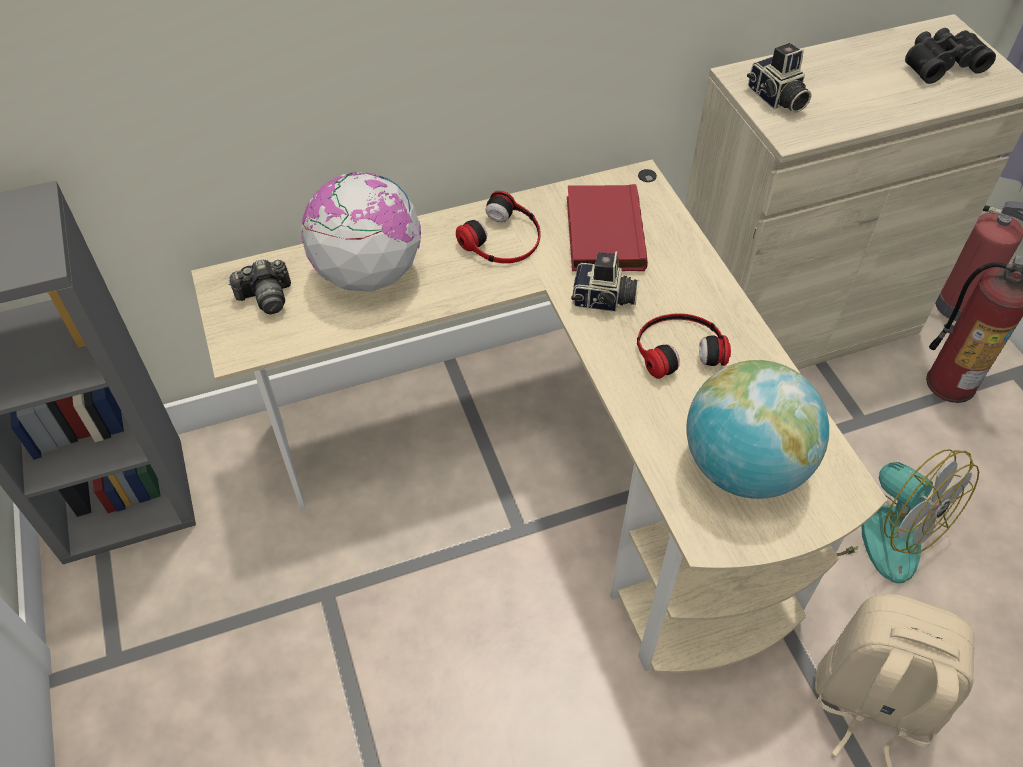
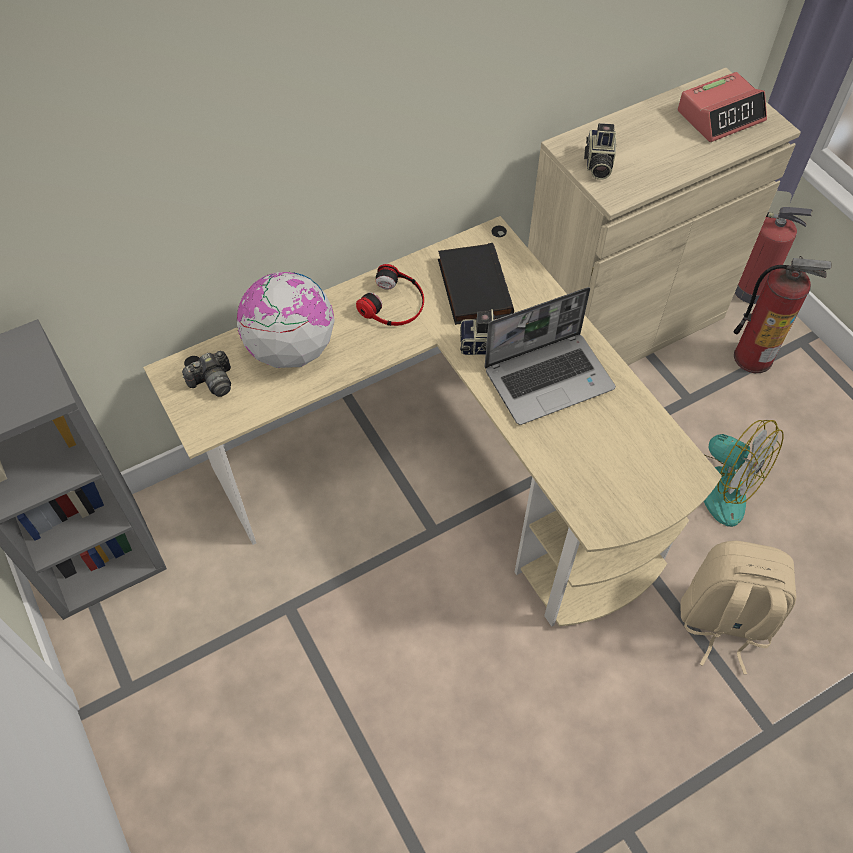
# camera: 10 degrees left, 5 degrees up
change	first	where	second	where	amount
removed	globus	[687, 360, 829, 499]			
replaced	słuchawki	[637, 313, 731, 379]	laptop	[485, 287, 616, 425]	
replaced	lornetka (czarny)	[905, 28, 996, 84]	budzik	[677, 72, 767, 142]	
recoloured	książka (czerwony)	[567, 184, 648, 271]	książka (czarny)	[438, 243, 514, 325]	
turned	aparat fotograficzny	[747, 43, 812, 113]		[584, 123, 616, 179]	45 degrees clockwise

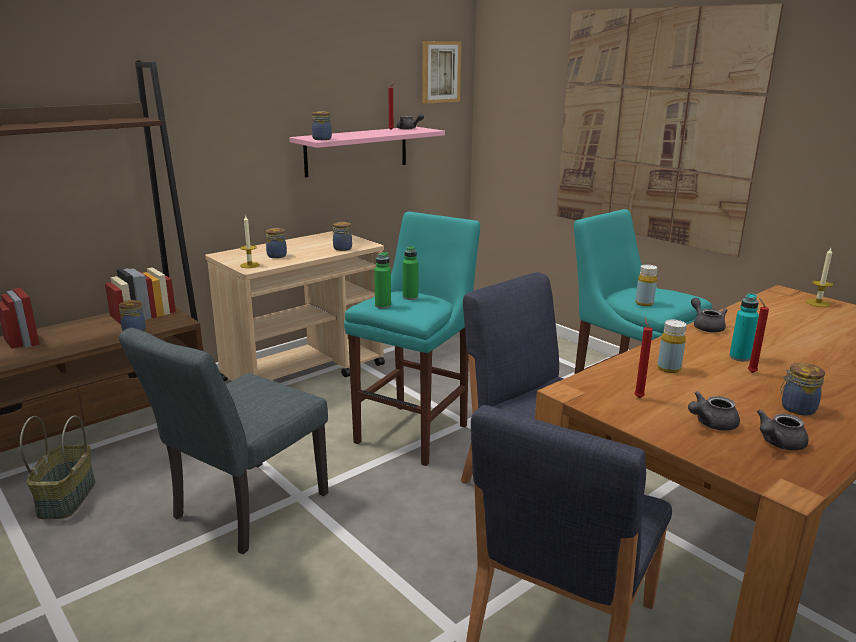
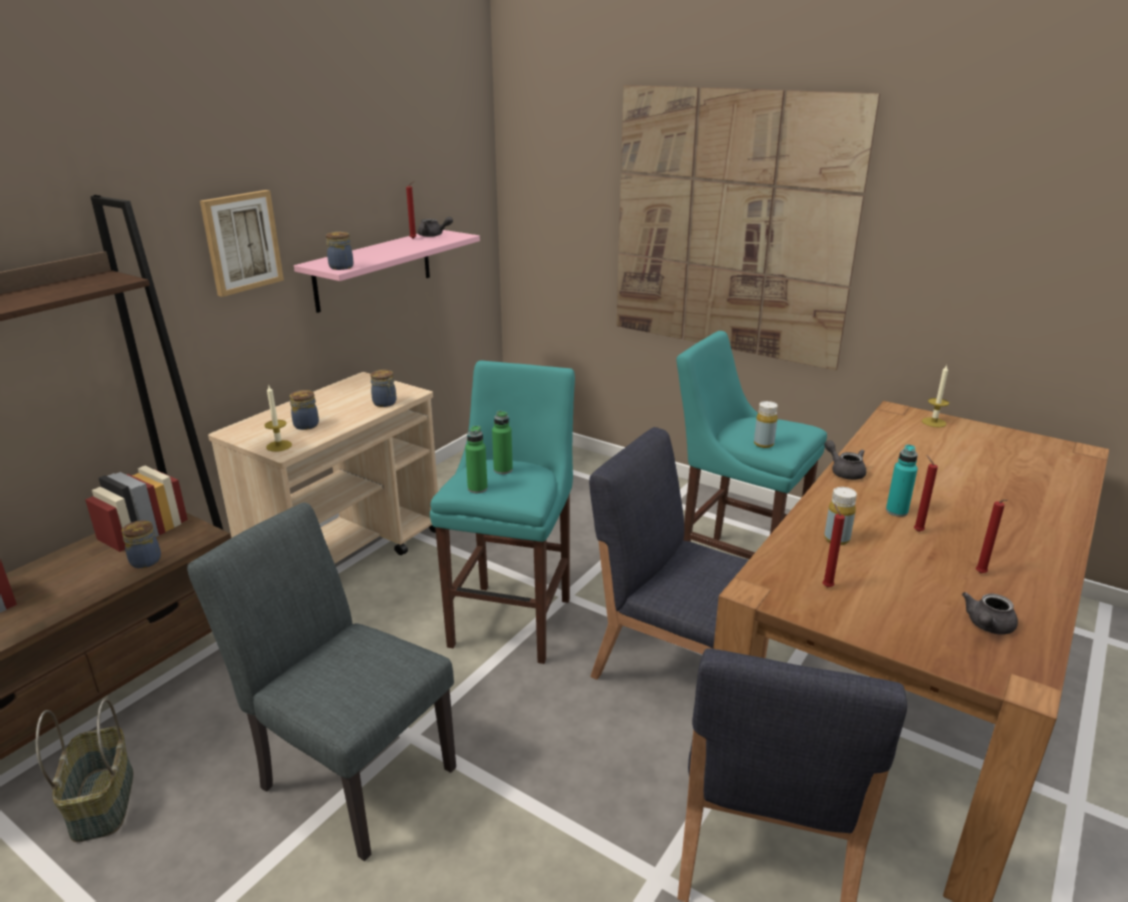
# camera: 15 degrees left, 5 degrees up
change	first	where	second	where	amount
removed	imbryk (szary)	[688, 391, 740, 431]			
moved	obraz	[422, 41, 461, 104]		[200, 190, 284, 297]	
replaced	słoik	[780, 363, 825, 416]	świeca (czerwony)	[976, 500, 1008, 573]	
turned	krzesło (szary)	[119, 328, 328, 554]		[187, 502, 456, 861]	105 degrees clockwise

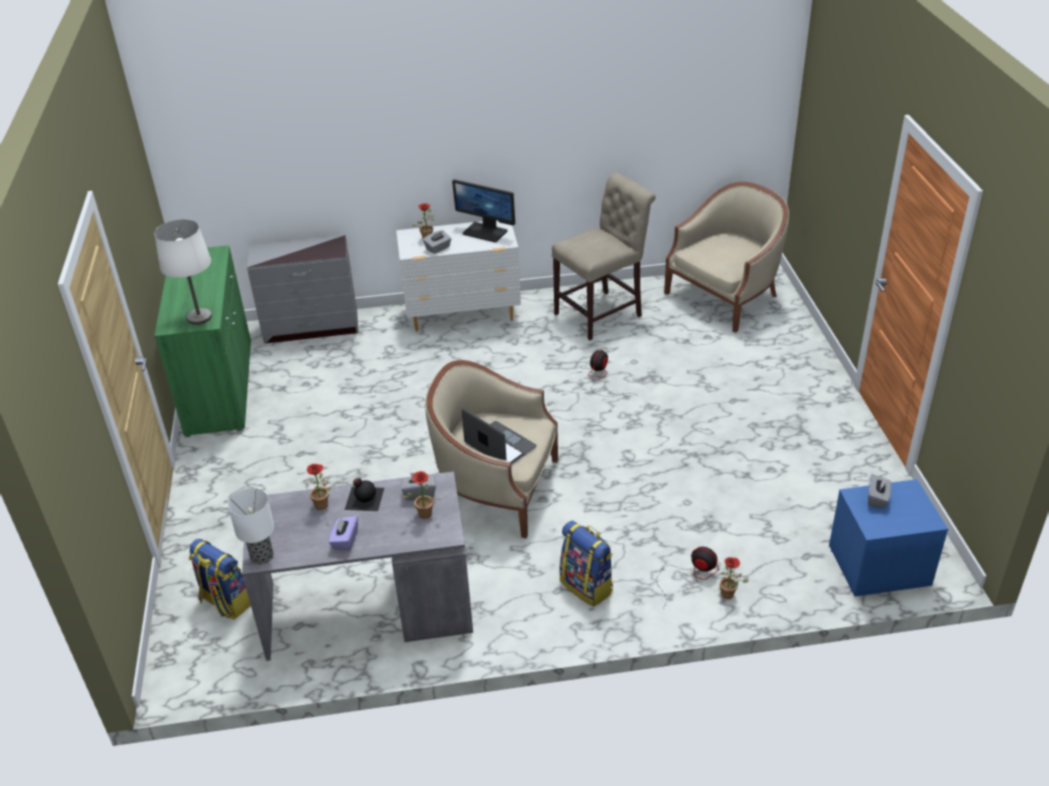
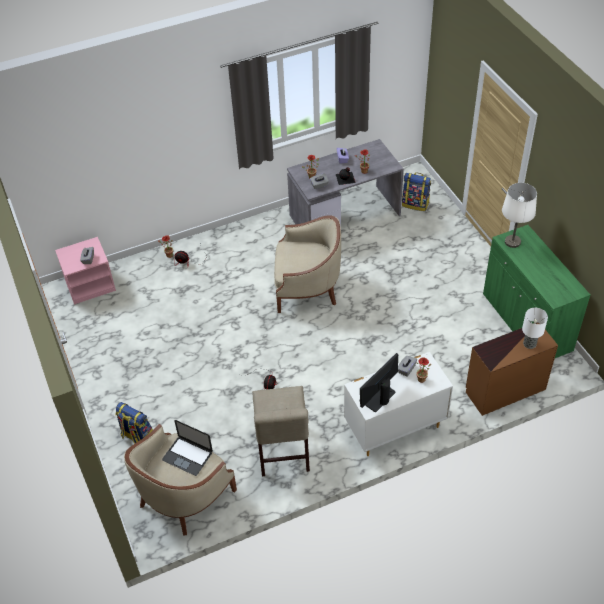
# camera: 165 degrees right, 10 degrees up
change	first	where	second	where	amount
moved	lampa stołowa	[228, 488, 274, 565]		[522, 308, 548, 349]	
moved	laptop	[462, 409, 537, 465]		[162, 420, 213, 476]	
moved	plecak	[560, 520, 613, 607]		[115, 402, 153, 444]	
recoloured	komoda (szary)	[247, 235, 359, 344]	komoda (brązowy)	[466, 322, 558, 416]	
recoloured	szafka nocna (niebieski)	[829, 479, 948, 597]	szafka nocna (różowy)	[55, 237, 116, 305]	
turned	monitor	[452, 179, 515, 242]		[360, 353, 398, 412]	60 degrees counterclockwise
turned	krzesło (beżowy)	[552, 173, 656, 340]		[252, 386, 310, 476]	45 degrees counterclockwise

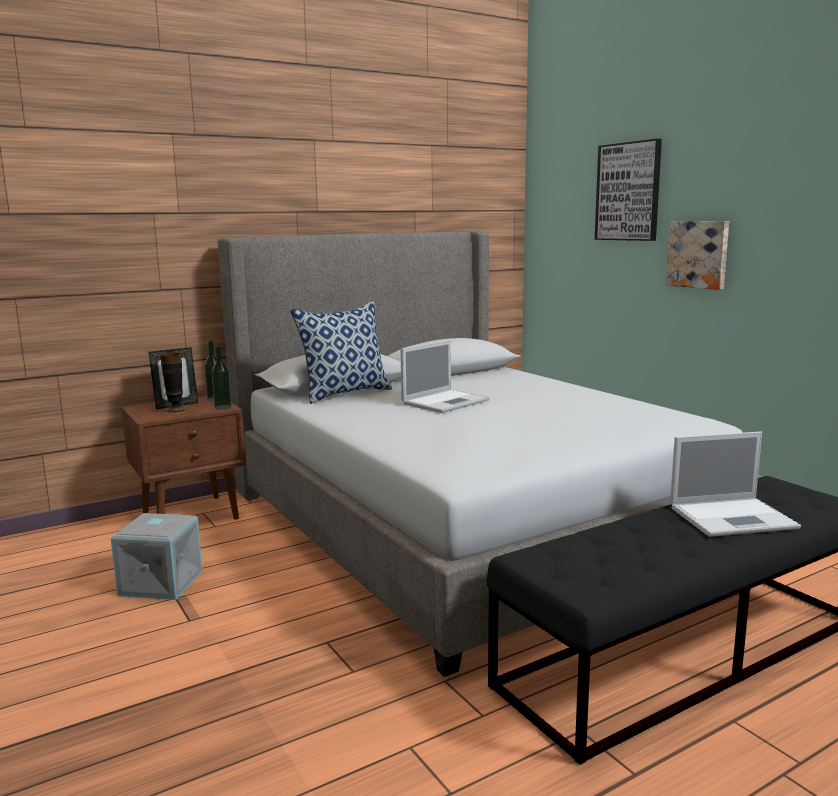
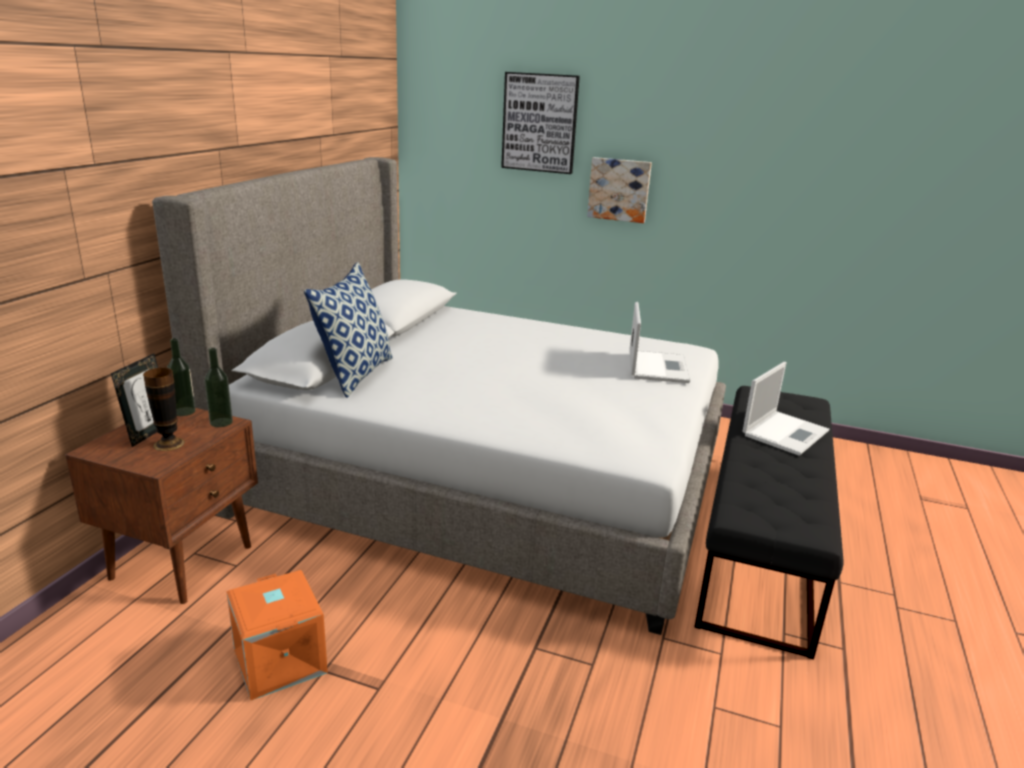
# camera: 40 degrees left, 10 degrees up
change	first	where	second	where	amount
moved	laptop	[401, 340, 489, 413]		[629, 302, 691, 383]	
recoloured	pojemnik do przechowywania (szary)	[111, 513, 203, 600]	pojemnik do przechowywania (pomarańczowy)	[226, 570, 328, 700]	

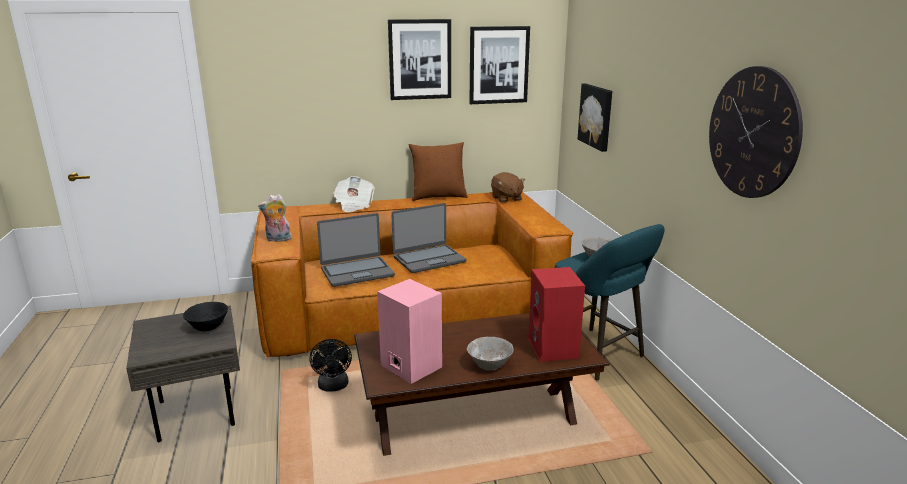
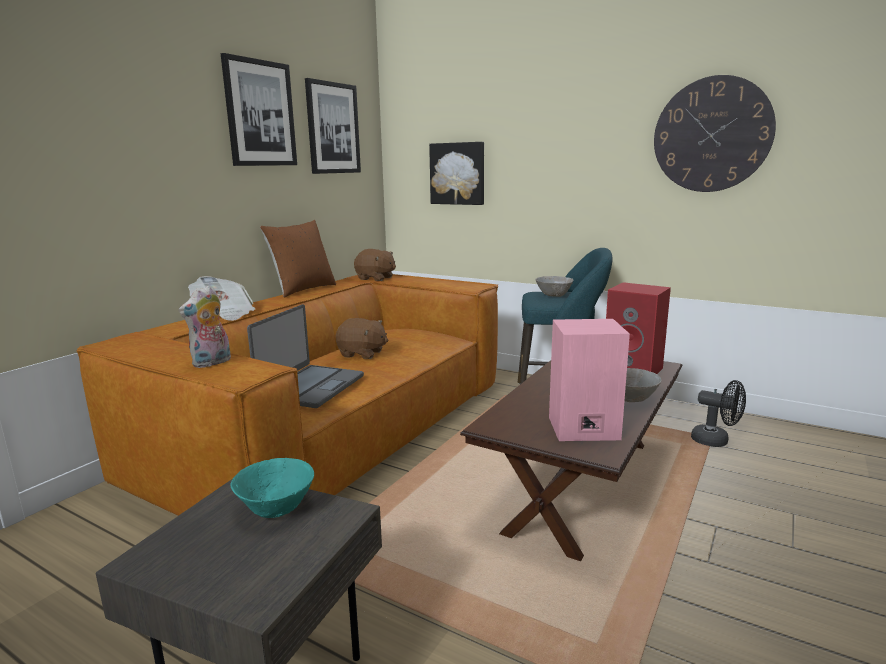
# camera: 45 degrees left, 5 degrees down
change	first	where	second	where	amount
moved	wentylator (czarny)	[309, 339, 352, 392]		[691, 380, 746, 447]	
replaced	laptop	[391, 203, 466, 273]	pluszak (brązowy)	[335, 318, 388, 359]	
recoloured	miska (czarny)	[183, 302, 228, 331]	miska (turkusowy)	[230, 458, 314, 518]	

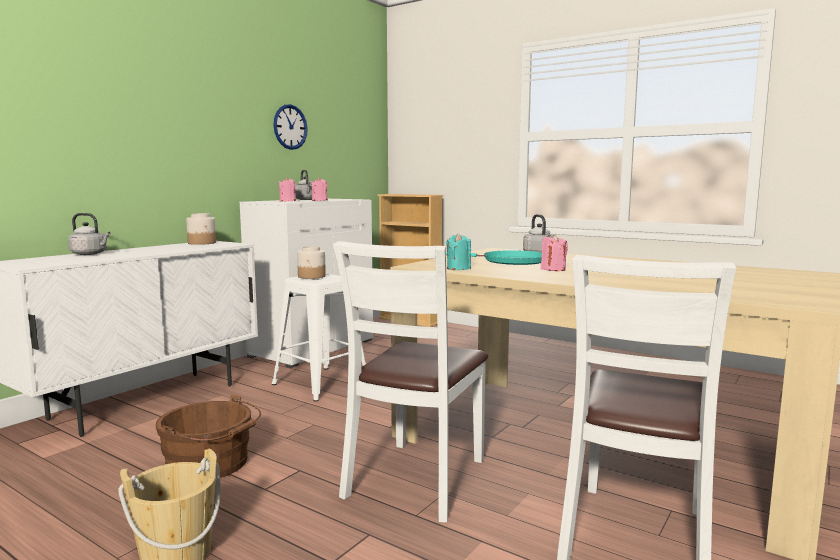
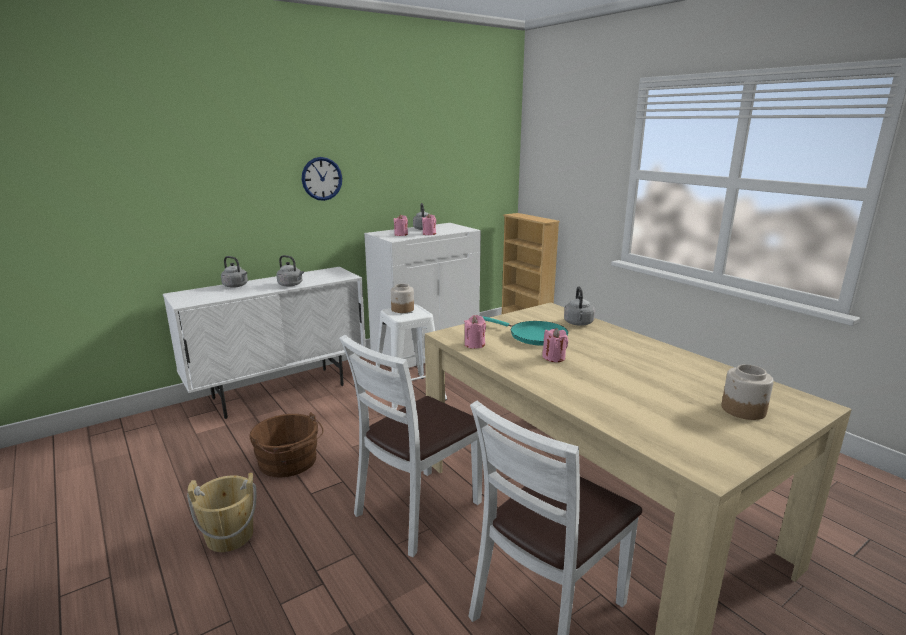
# camera: 20 degrees right, 10 degrees up
change	first	where	second	where	amount
added			czajnik (szary)	[276, 255, 304, 287]	
moved	słoik	[186, 213, 216, 245]		[722, 364, 774, 420]	
moved	zegar ścienny	[273, 104, 308, 150]		[302, 157, 342, 201]	
recoloured	świeca (turkusowy)	[446, 233, 471, 270]	świeca (różowy)	[464, 315, 486, 349]	

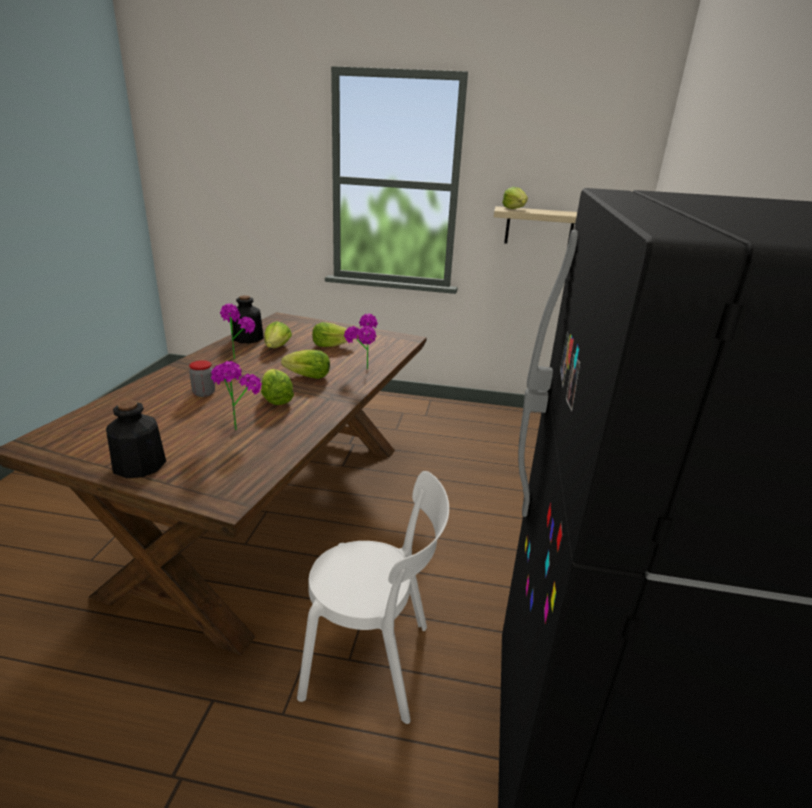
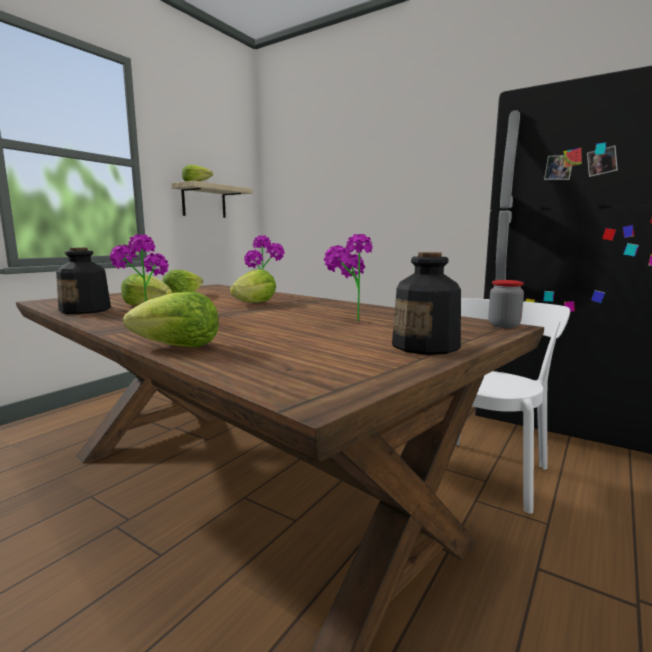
# camera: 65 degrees left, 15 degrees down
change	first	where	second	where	amount
moved	słoik	[189, 360, 215, 397]		[488, 280, 524, 328]	
moved	sałata	[261, 369, 294, 405]		[123, 292, 219, 347]	

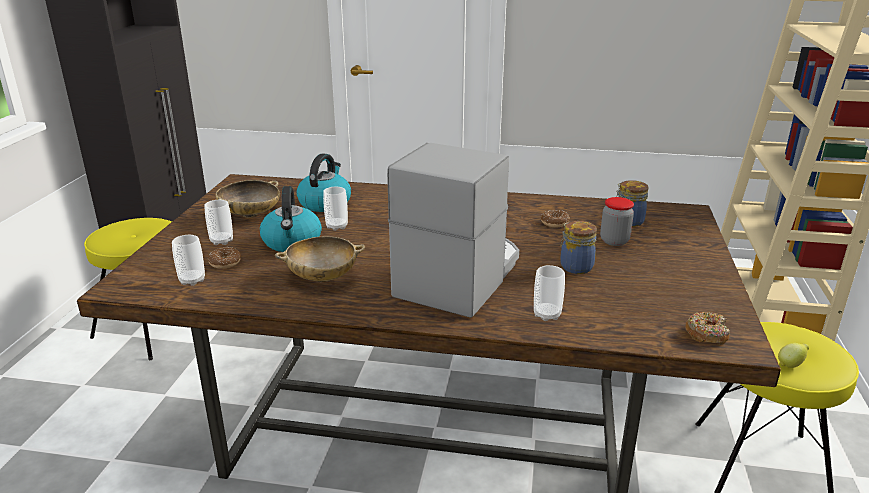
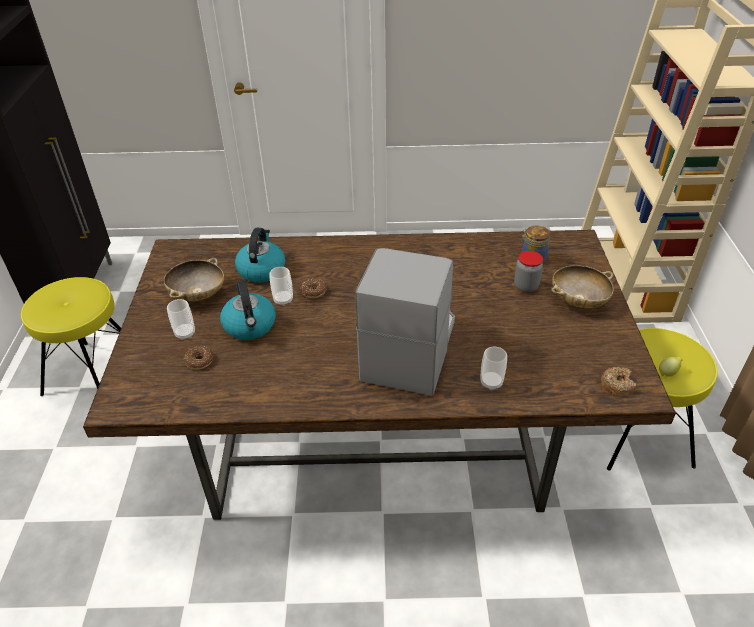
# camera: 10 degrees left, 15 degrees up
change	first	where	second	where	amount
removed	filiżanka	[172, 235, 205, 286]			
removed	słoik	[560, 221, 597, 274]			
moved	miska (beżowy)	[275, 236, 365, 282]		[551, 265, 614, 308]	
moved	donut	[541, 210, 570, 227]		[301, 279, 327, 298]	

